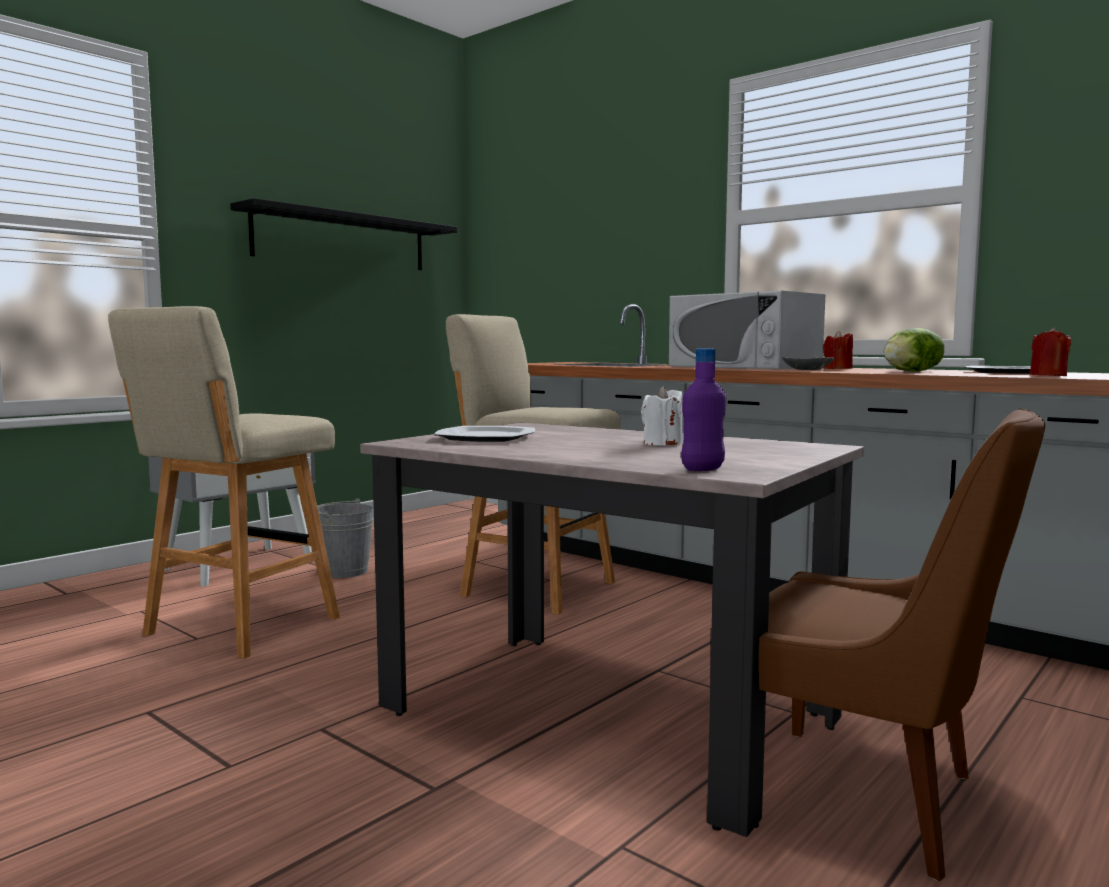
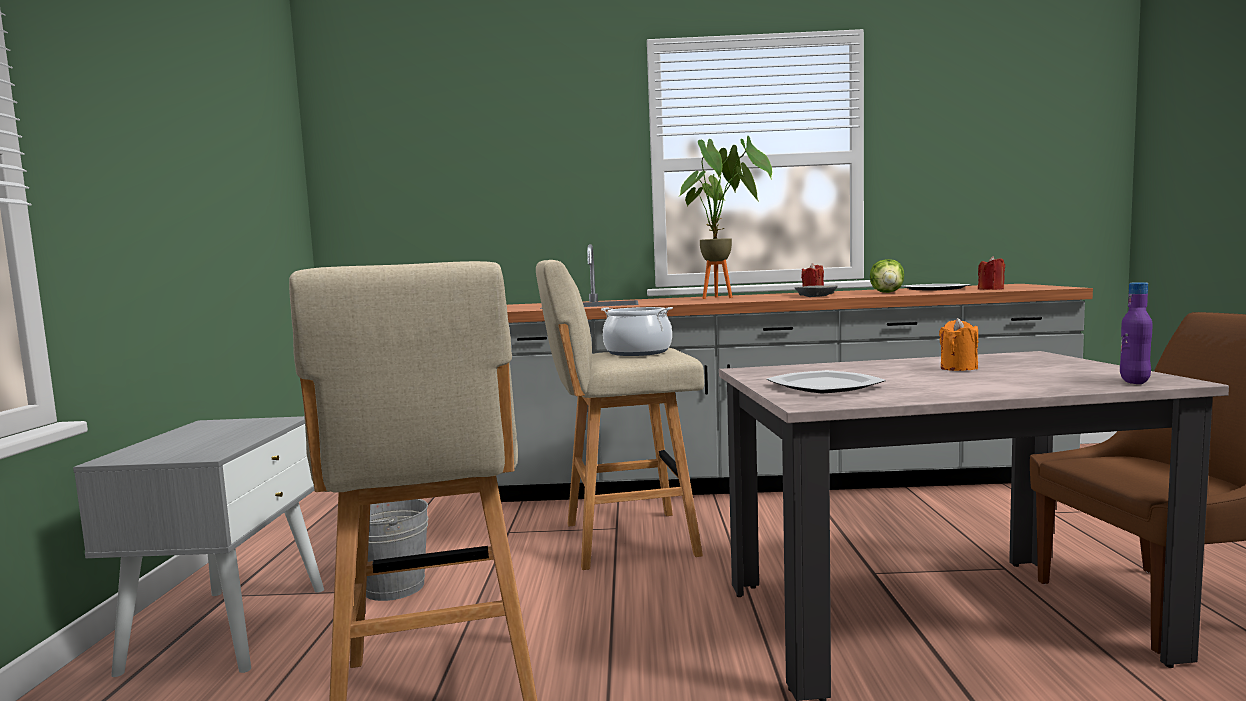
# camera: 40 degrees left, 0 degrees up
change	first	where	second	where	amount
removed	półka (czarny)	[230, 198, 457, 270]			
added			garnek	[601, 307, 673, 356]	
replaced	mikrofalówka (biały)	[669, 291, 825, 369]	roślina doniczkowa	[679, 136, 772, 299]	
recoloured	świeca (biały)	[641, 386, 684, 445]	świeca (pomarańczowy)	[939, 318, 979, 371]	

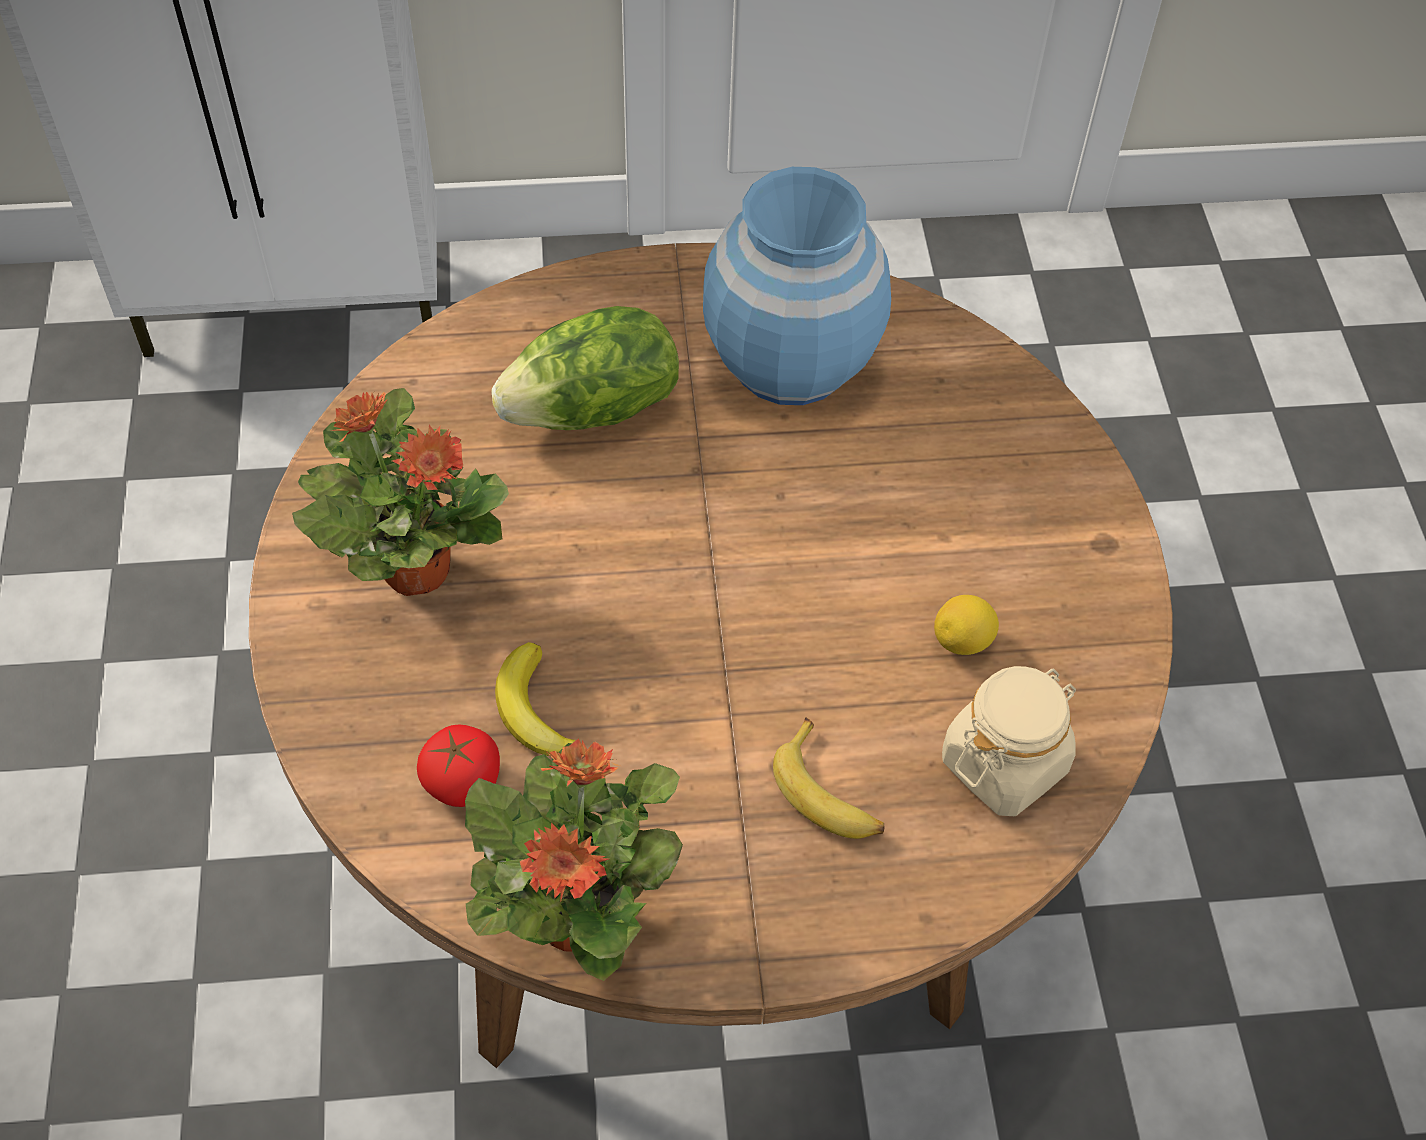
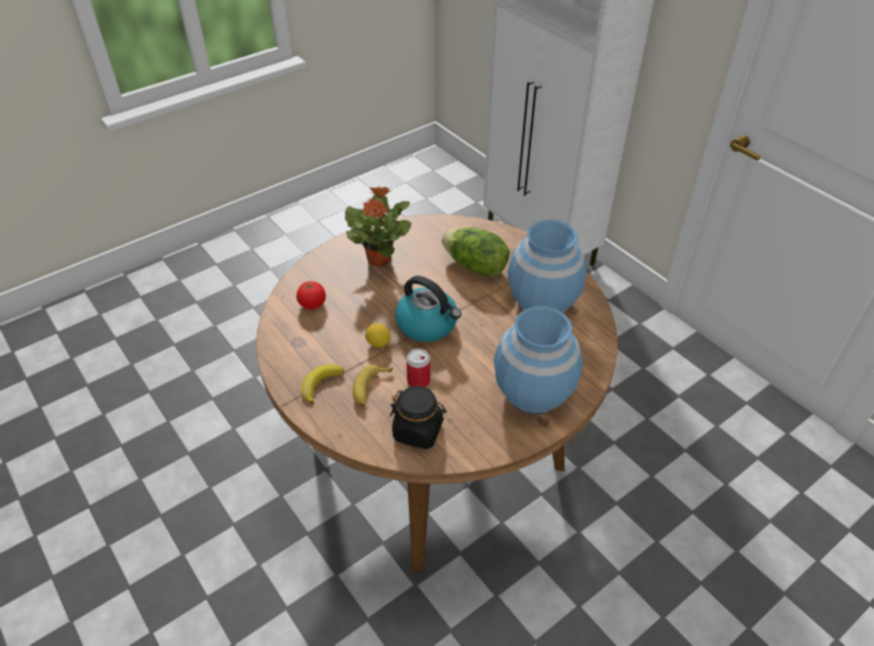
# camera: 60 degrees right, 10 degrees down
change	first	where	second	where	amount
removed	roślina doniczkowa	[465, 738, 683, 981]			
added			czajnik	[395, 276, 461, 342]	
added			puszka	[406, 349, 430, 387]	
added			wazon (niebieski)	[494, 306, 583, 414]	
moved	banan	[495, 642, 576, 756]		[301, 364, 344, 404]	
moved	cytryna	[934, 595, 999, 655]		[365, 323, 391, 348]	
recoloured	słoik (beżowy)	[942, 666, 1076, 816]	słoik (czarny)	[390, 386, 447, 449]	

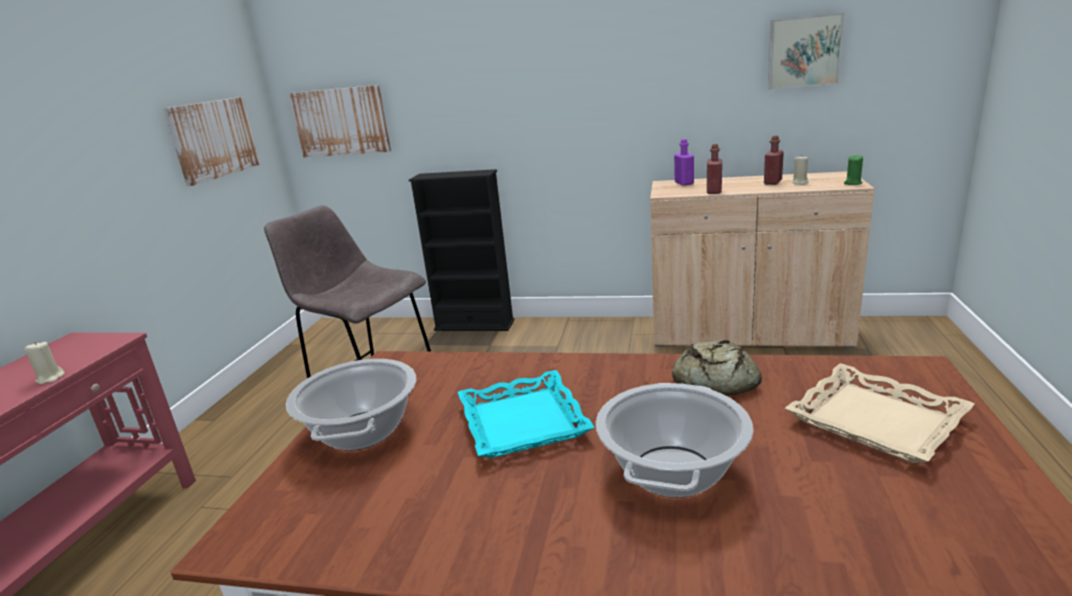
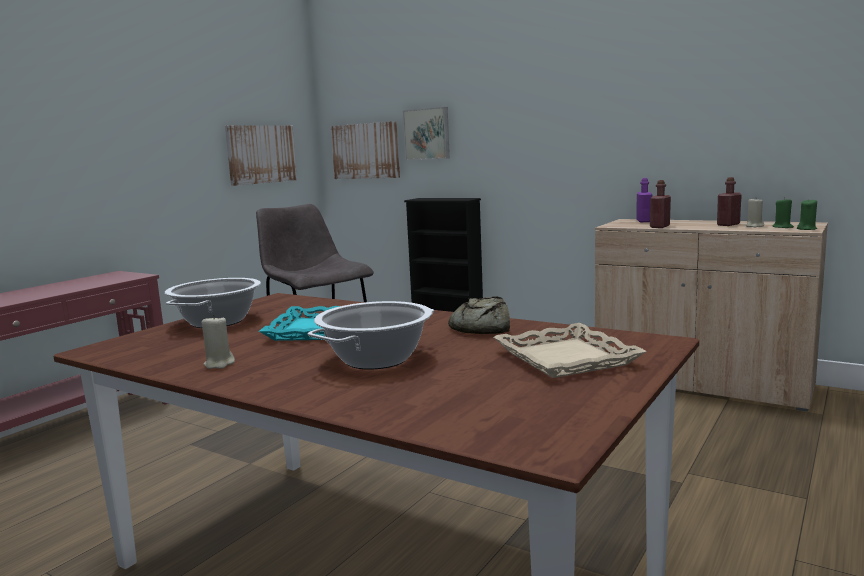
# camera: 20 degrees right, 10 degrees down
change	first	where	second	where	amount
added			świeca (zielony)	[773, 197, 794, 228]	
moved	świeca (beżowy)	[24, 341, 65, 385]		[202, 315, 235, 369]	
moved	obraz	[768, 13, 844, 90]		[403, 107, 450, 160]	

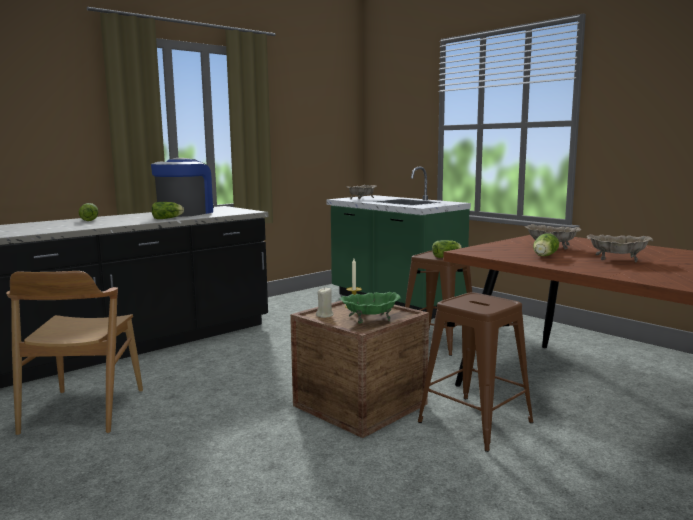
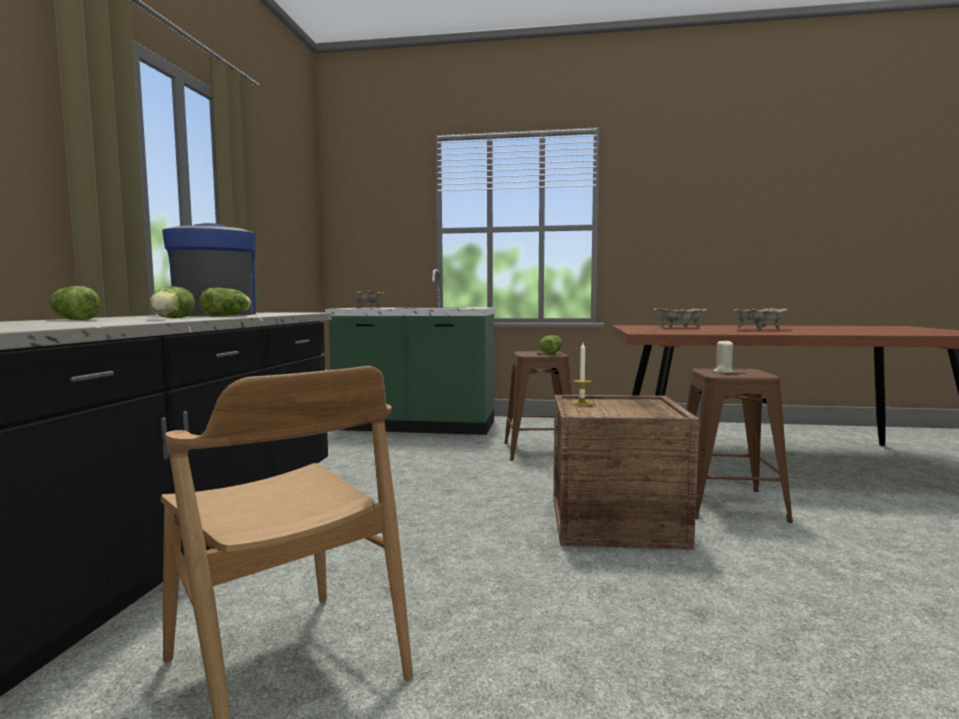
# camera: 40 degrees left, 5 degrees down
change	first	where	second	where	amount
removed	miska (zielony)	[340, 292, 401, 323]			
moved	świeca (beżowy)	[316, 287, 334, 318]		[714, 340, 734, 373]	
moved	sałata	[533, 233, 559, 256]		[150, 286, 195, 319]	

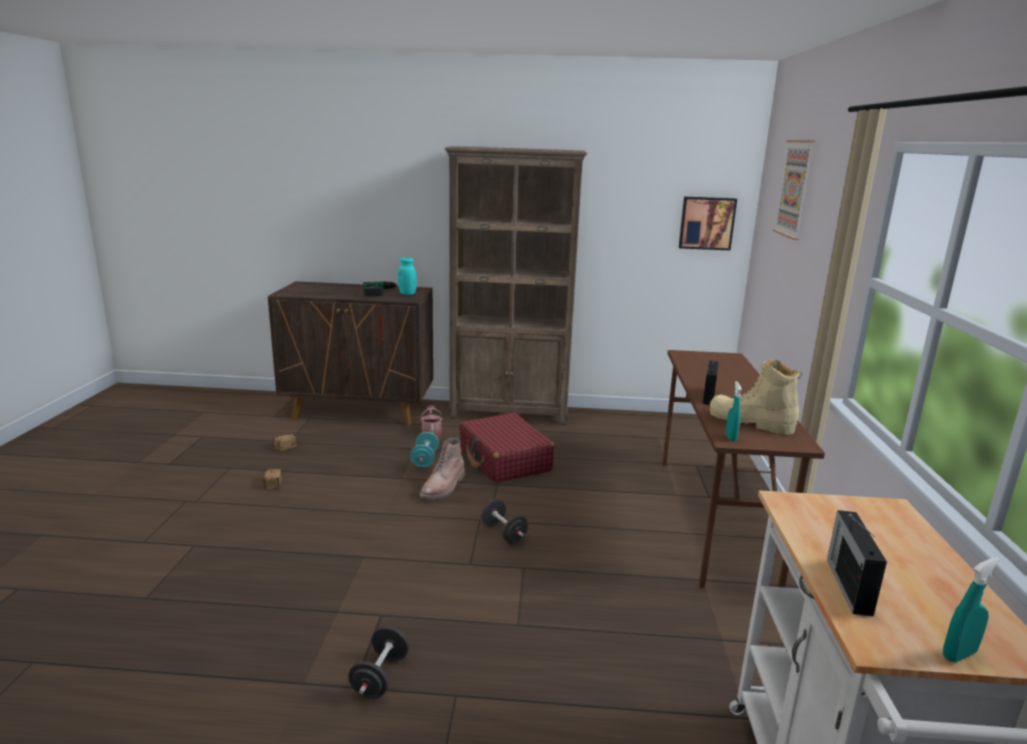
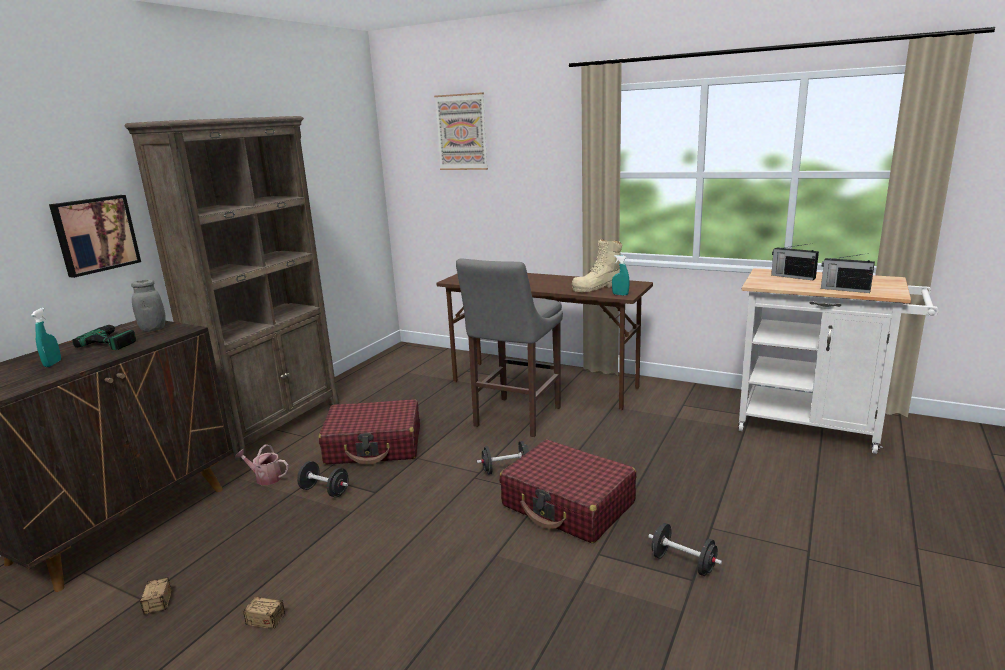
# camera: 65 degrees left, 0 degrees up
change	first	where	second	where	amount
removed	but z cholewką (brązowy)	[419, 438, 465, 499]			
added			stołek (szary)	[456, 259, 563, 437]	
added			walizka (czerwony)	[499, 440, 636, 543]	
moved	obraz	[679, 197, 737, 250]		[49, 195, 141, 278]	
moved	radio	[703, 360, 719, 405]		[771, 244, 819, 280]	
moved	spryskiwacz (turkusowy)	[943, 557, 1000, 662]		[31, 308, 61, 367]	
recoloured	słoik (turkusowy)	[398, 257, 417, 295]	słoik (szary)	[131, 280, 166, 332]	
recoloured	hantel (turkusowy)	[410, 432, 439, 468]	hantel (czarny)	[297, 461, 348, 498]	

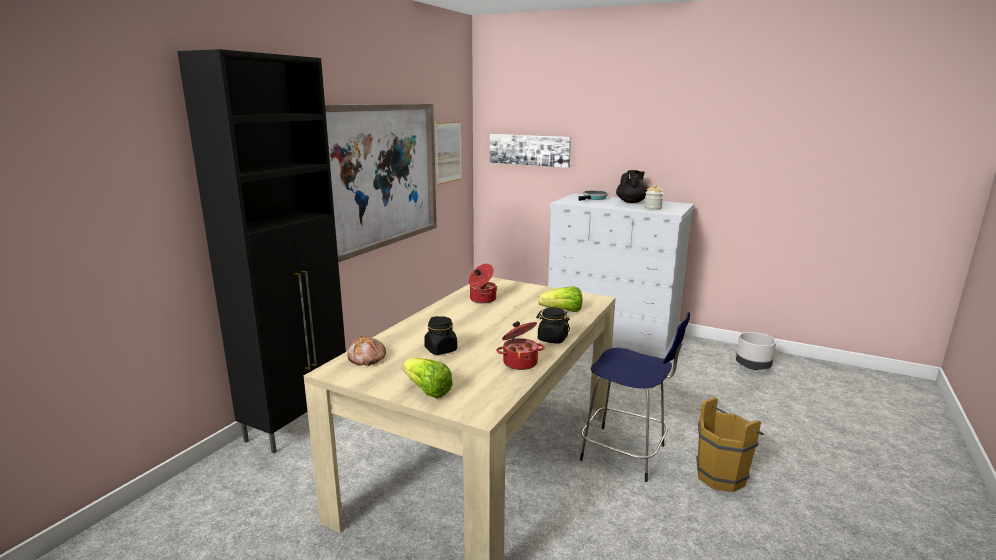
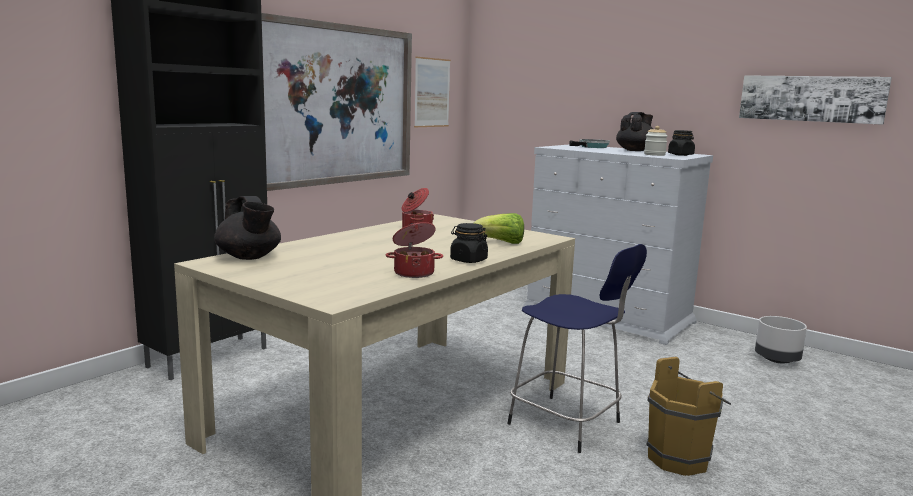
# camera: 10 degrees right, 5 degrees down
change	first	where	second	where	amount
removed	sałata	[402, 357, 453, 398]			
moved	słoik (czarny)	[424, 316, 457, 355]		[668, 130, 695, 156]	
moved	obraz	[490, 134, 571, 168]		[739, 75, 892, 125]	
replaced	chleb	[347, 335, 386, 366]	imbryk (czarny)	[214, 196, 281, 260]	

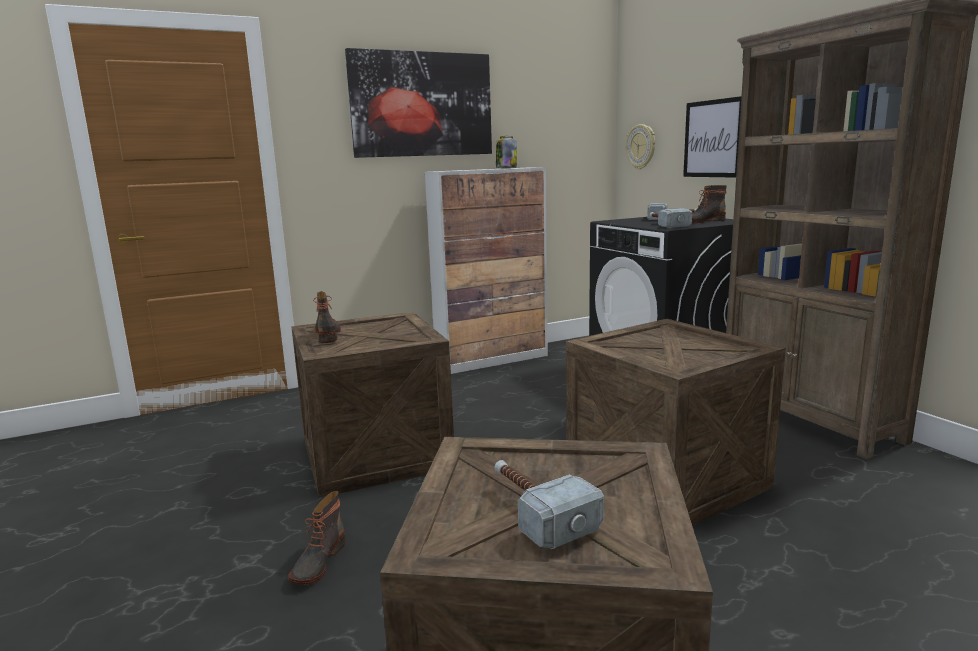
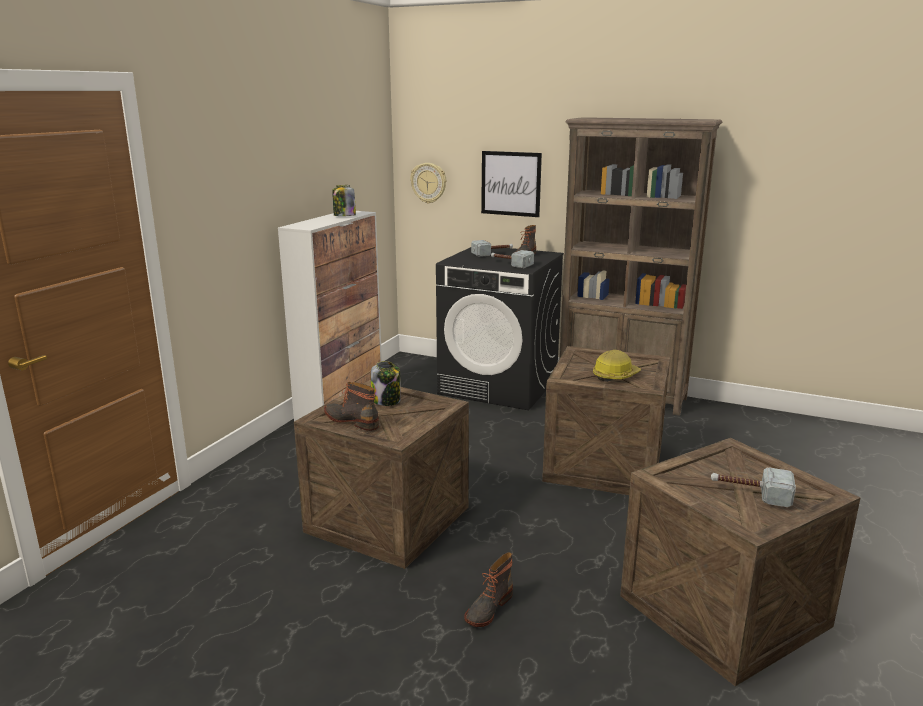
# camera: 40 degrees left, 5 degrees up
change	first	where	second	where	amount
removed	obraz	[345, 48, 492, 158]			
added			słoik	[371, 361, 401, 406]	
added			kask	[593, 350, 641, 382]	
turned	but z cholewką	[288, 491, 345, 585]		[464, 552, 513, 627]	60 degrees clockwise

